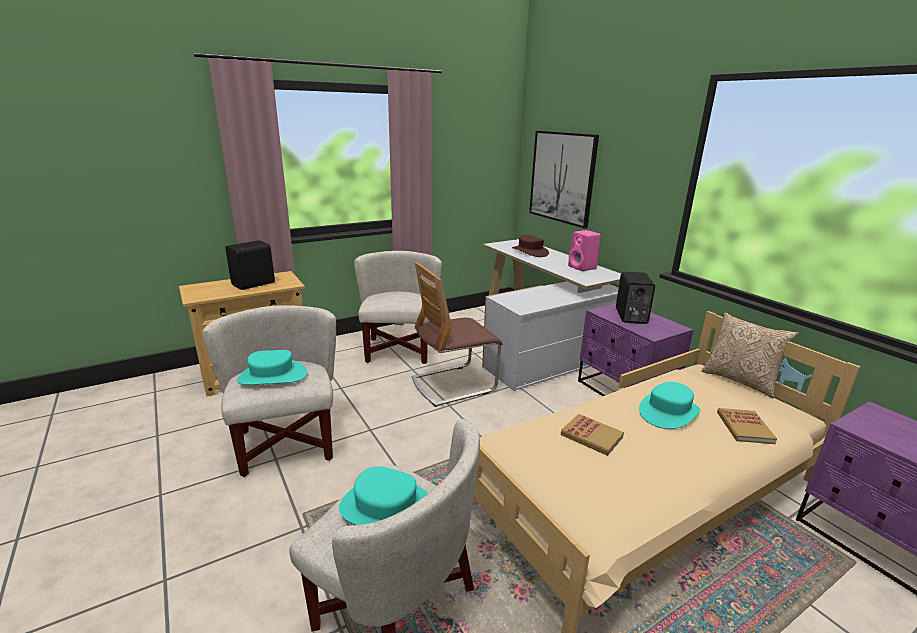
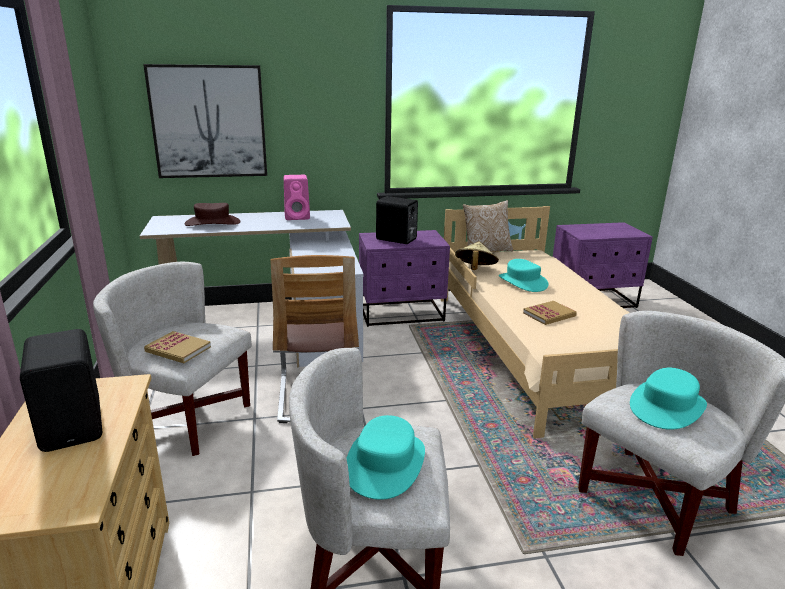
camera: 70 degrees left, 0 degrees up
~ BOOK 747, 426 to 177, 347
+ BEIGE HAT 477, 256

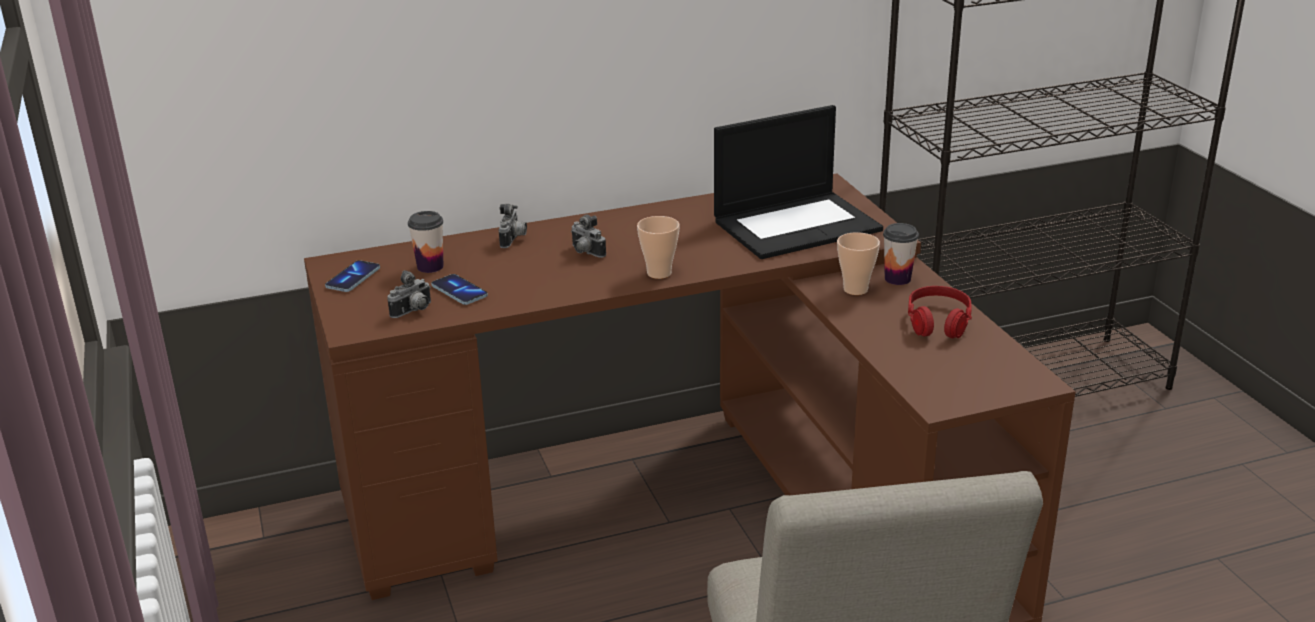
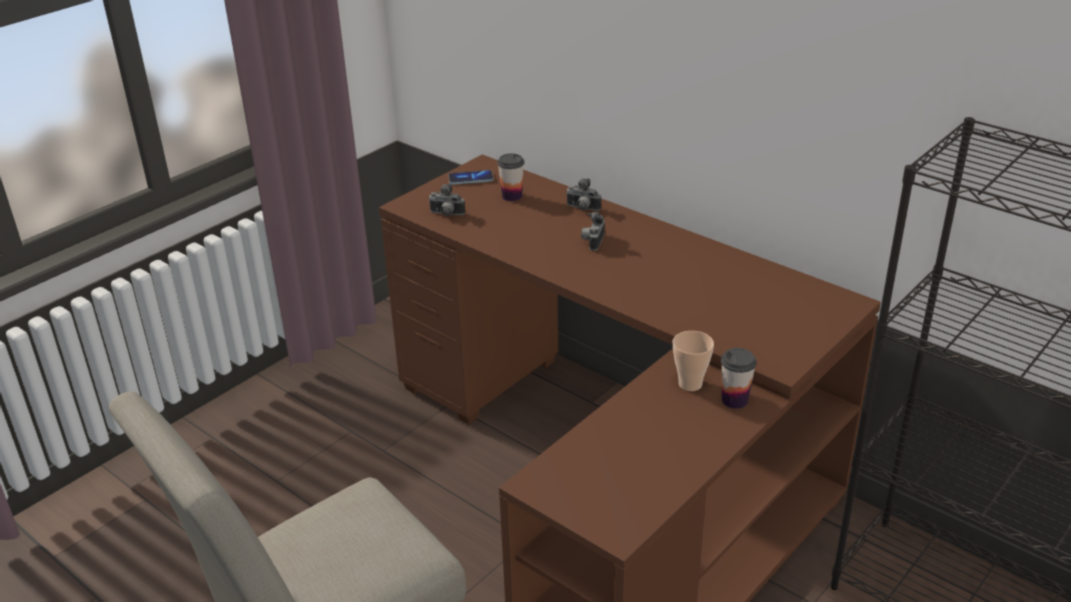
camera: 60 degrees right, 5 degrees up
- PHONE 459, 289
~ PHOTO CAMERA 513, 226 = 583, 194 45 degrees clockwise
- CUP 658, 247
- LAPTOP 798, 182
- RED HEADPHONES 940, 312

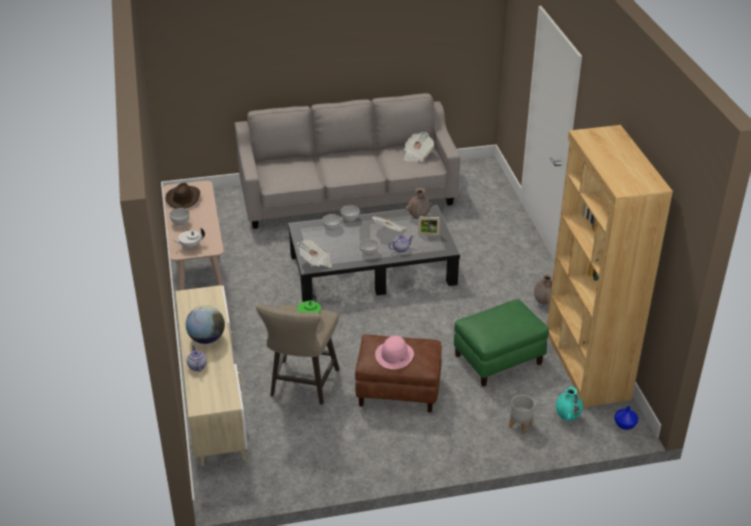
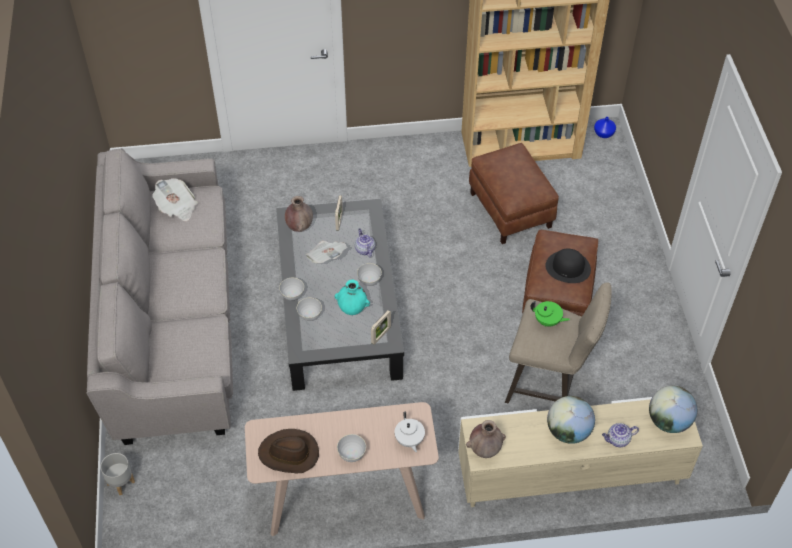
camera: 85 degrees left, 15 degrees up
~ NEWSPAPER 314, 254 to PICTURE FRAME 381, 327
~ PINK HAT 394, 352 to BLACK HAT 568, 265
~ GREEN OTTOMAN 501, 343 to BROWN OTTOMAN 514, 193
~ GREY PLANTER 522, 414 to 117, 474
~ BROWN VASE 543, 289 to 486, 439
~ TURQUOISE VASE 569, 404 to 352, 297
+ GLOBE 673, 409

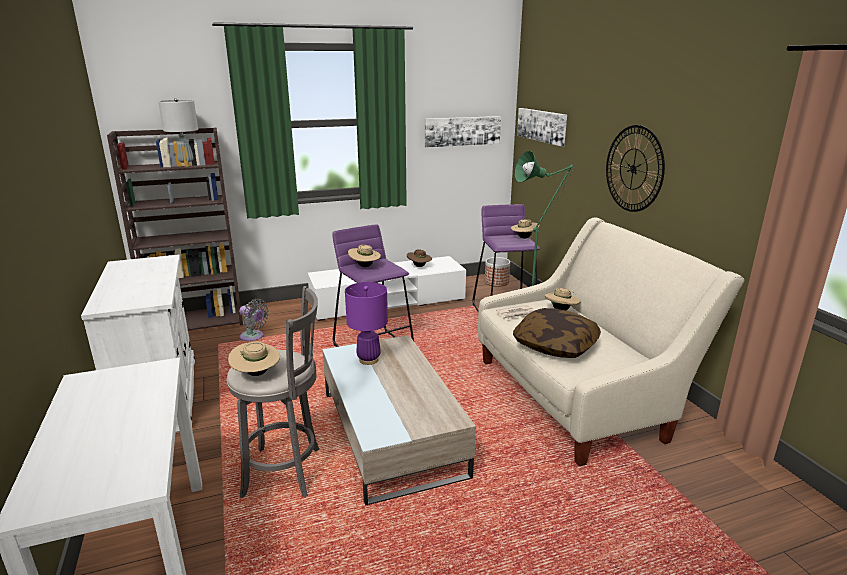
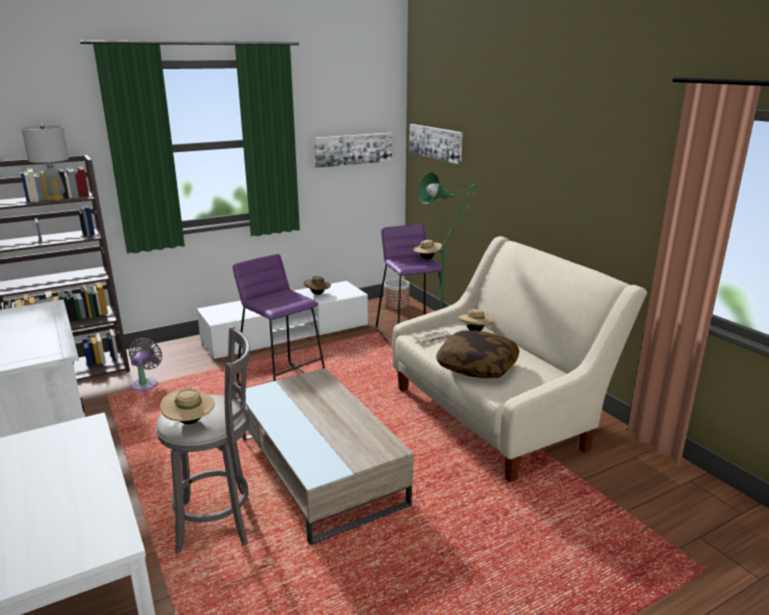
camera: 10 degrees left, 0 degrees up
~ GREY FAN 254, 320 = 145, 364 105 degrees counterclockwise
- PURPLE TABLE LAMP 366, 323
- BEIGE HAT 364, 256
- WALL CLOCK 635, 168

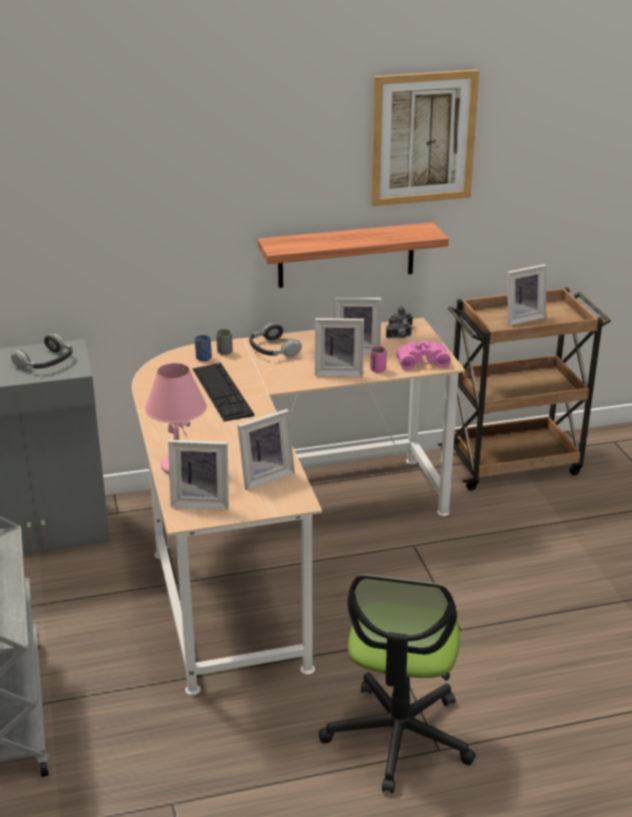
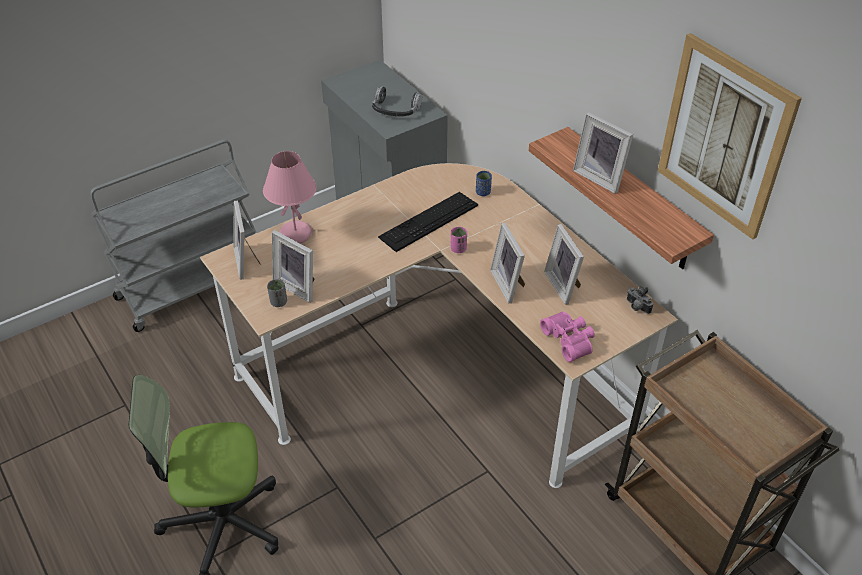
camera: 70 degrees right, 15 degrees up
~ GREY CUP 224, 342 to 277, 293
- HEADPHONES 275, 340
~ PINK CUP 378, 359 to 459, 240
- PHOTO CAMERA 399, 327
~ PICTURE FRAME 527, 295 to 603, 153

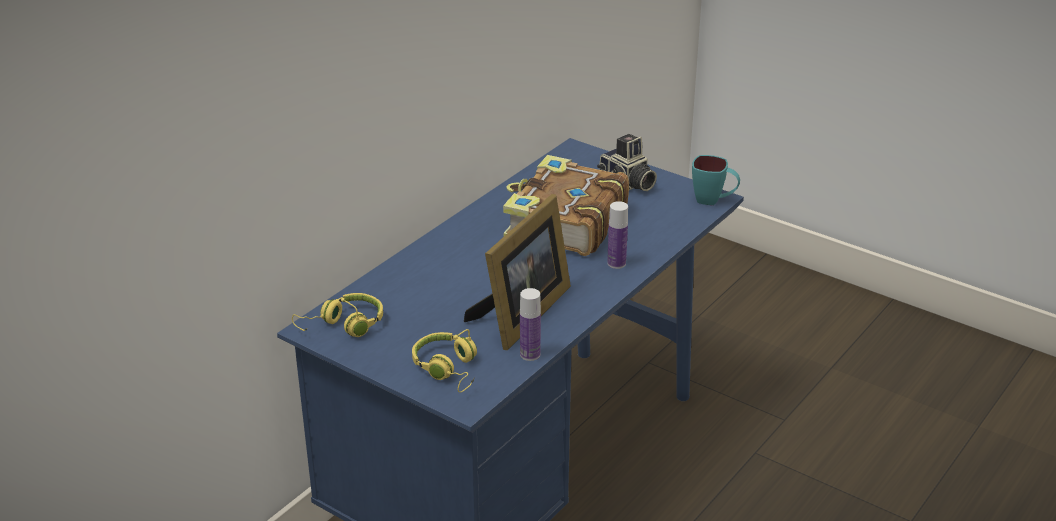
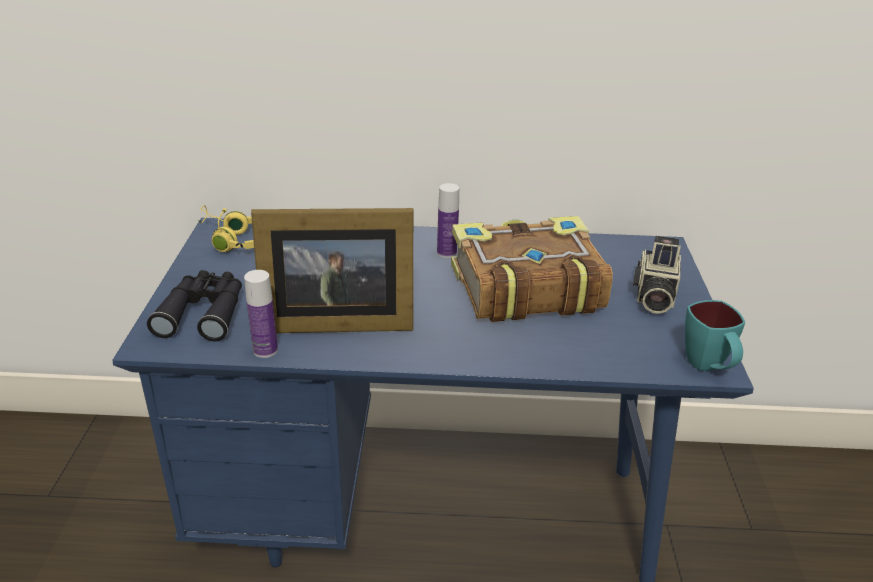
camera: 55 degrees right, 0 degrees up
~ YELLOW HEADPHONES 444, 360 to BLACK BINOCULARS 194, 305
~ BOTTLE 617, 235 to 448, 220

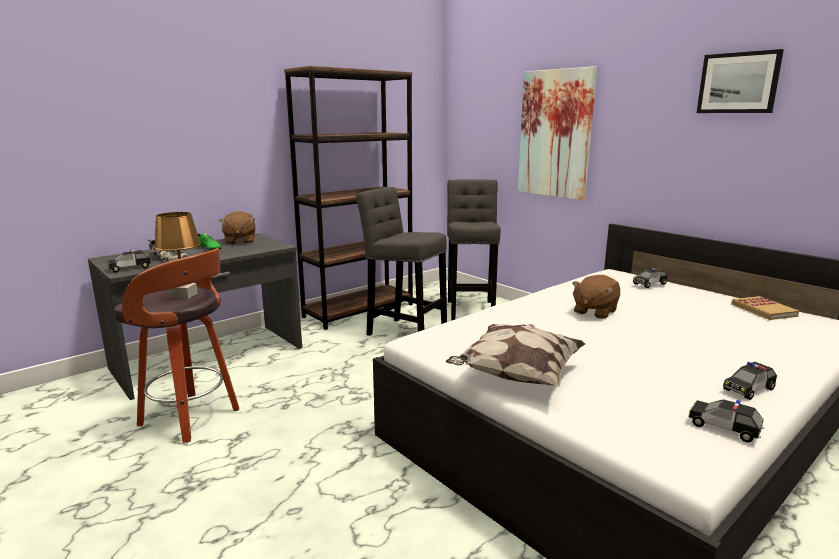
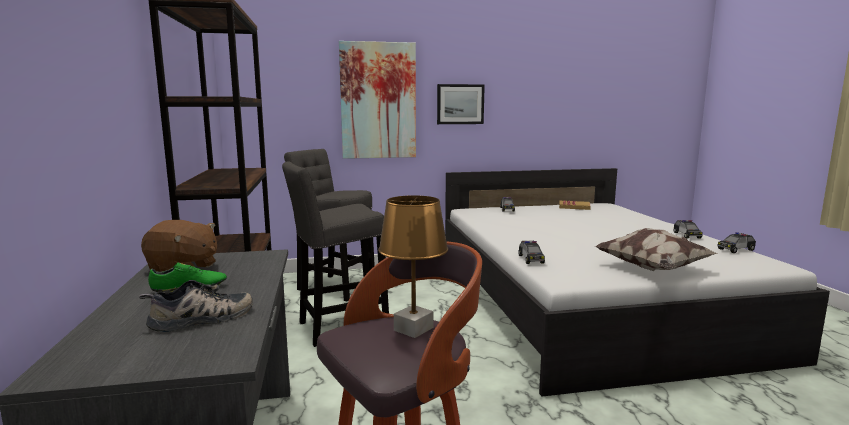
camera: 60 degrees left, 5 degrees down
~ TOY CAR 129, 261 to 531, 252
- BROWN PLUSH TOY 596, 297
~ PICTURE 740, 81 to 461, 104

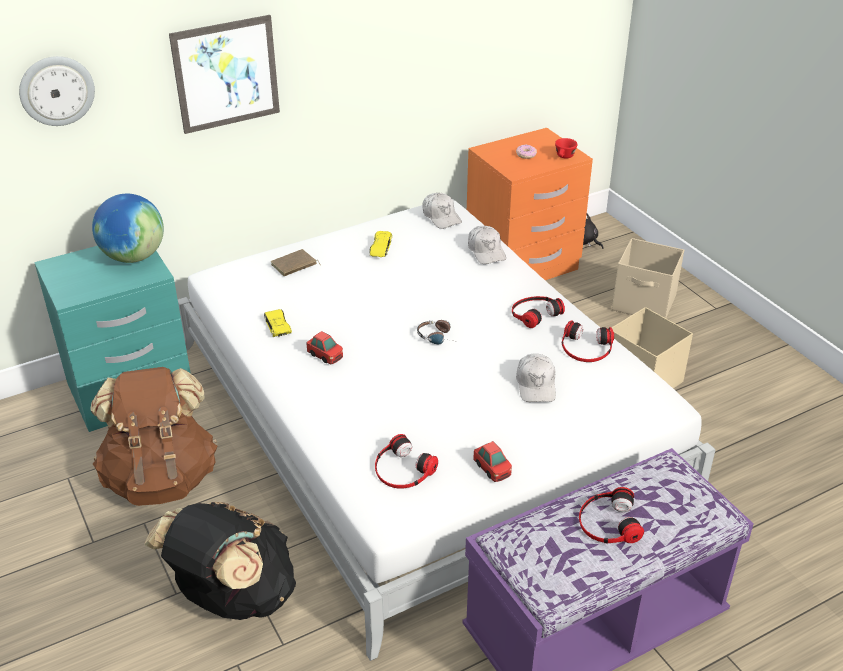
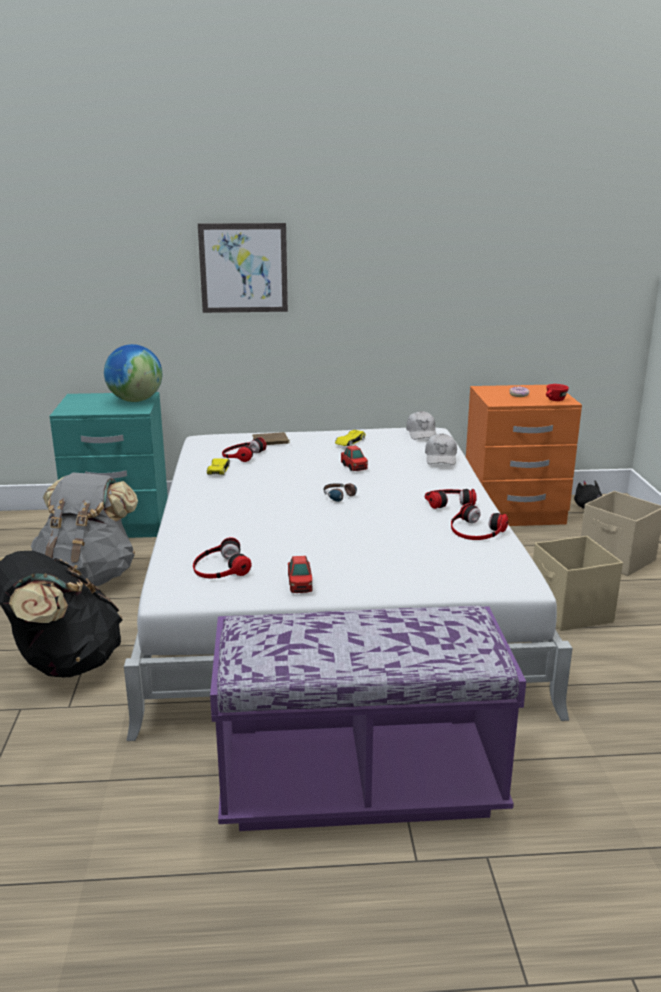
camera: 25 degrees right, 15 degrees down
- WALL CLOCK 57, 91
~ BROWN BACKPACK 153, 436 to GREY BACKPACK 84, 529
~ TOY CAR 324, 347 to 354, 458
- WHITE CAP 536, 377
~ HEADPHONES 611, 515 to 244, 449

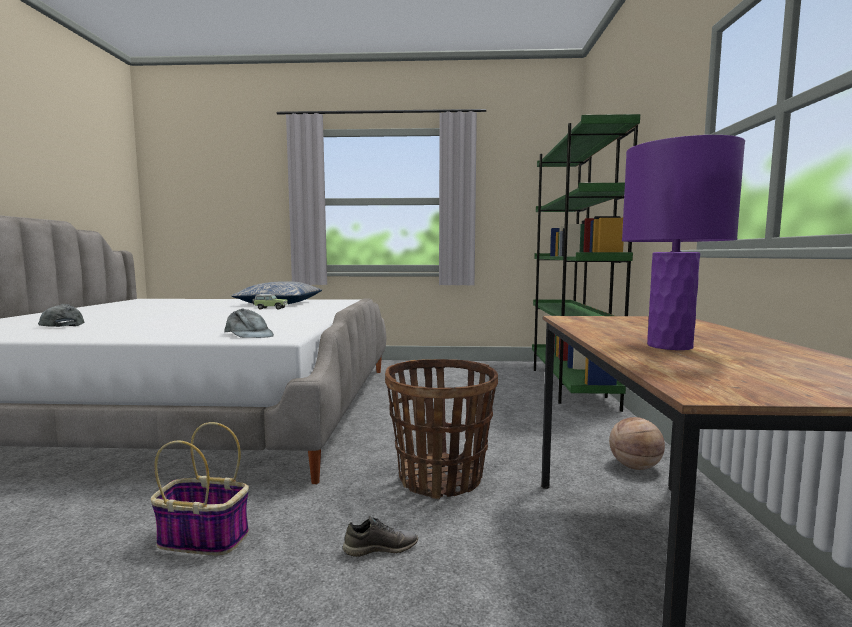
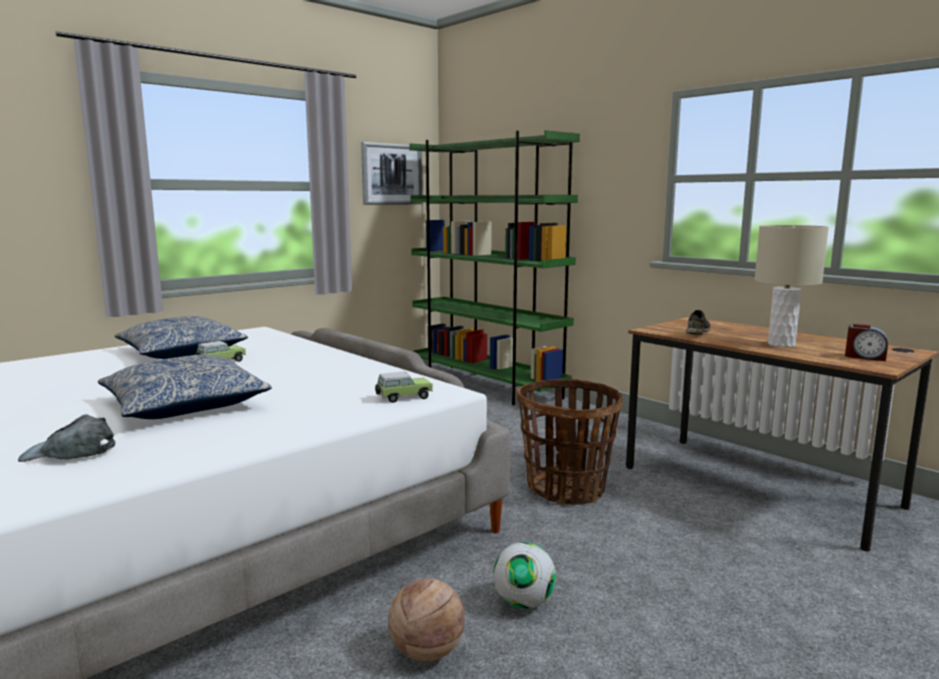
camera: 45 degrees left, 5 degrees up
~ BASKET 200, 488 to FOOTBALL 524, 575
~ GREY CAP 249, 323 to TOY CAR 404, 387
~ GREY SHOE 380, 536 to 698, 322
~ BASKETBALL 637, 443 to 426, 620
~ PURPLE TABLE LAMP 683, 242 to BEIGE TABLE LAMP 791, 286
+ PILLOW 185, 387
+ PICTURE 391, 173
+ ALARM CLOCK 866, 342

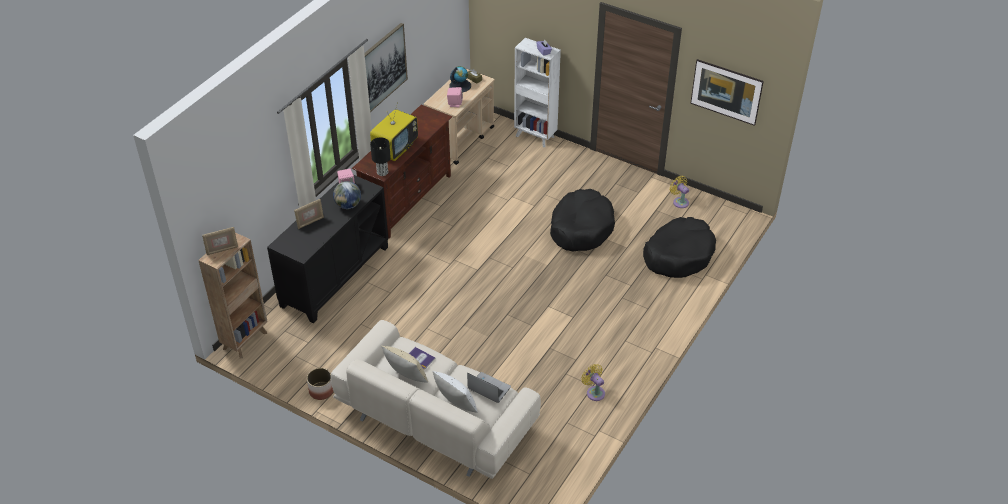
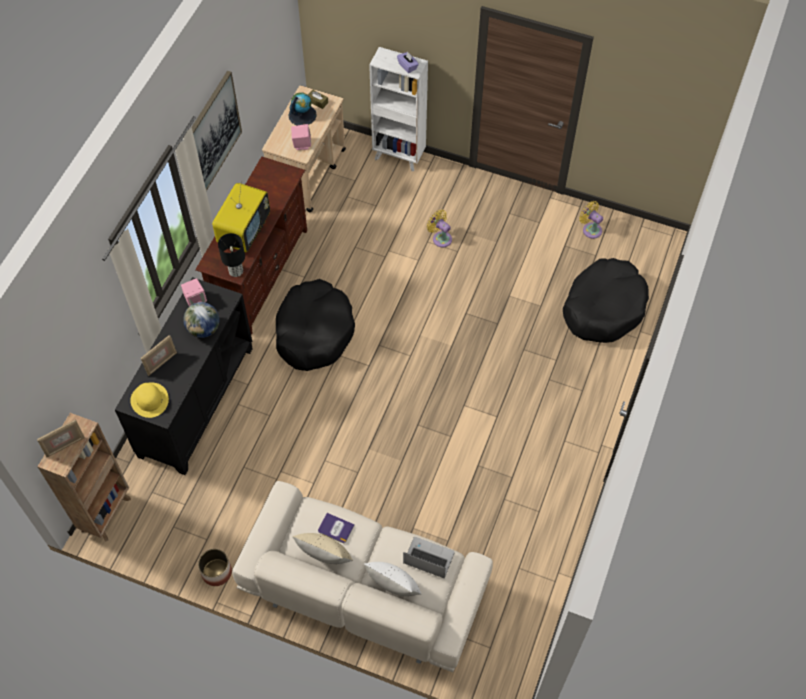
camera: 10 degrees left, 15 degrees up
~ BLACK DOG BED 582, 220 to 315, 325
~ YELLOW FAN 593, 382 to 439, 229
- PICTURE 727, 92
+ YELLOW HAT 149, 400

